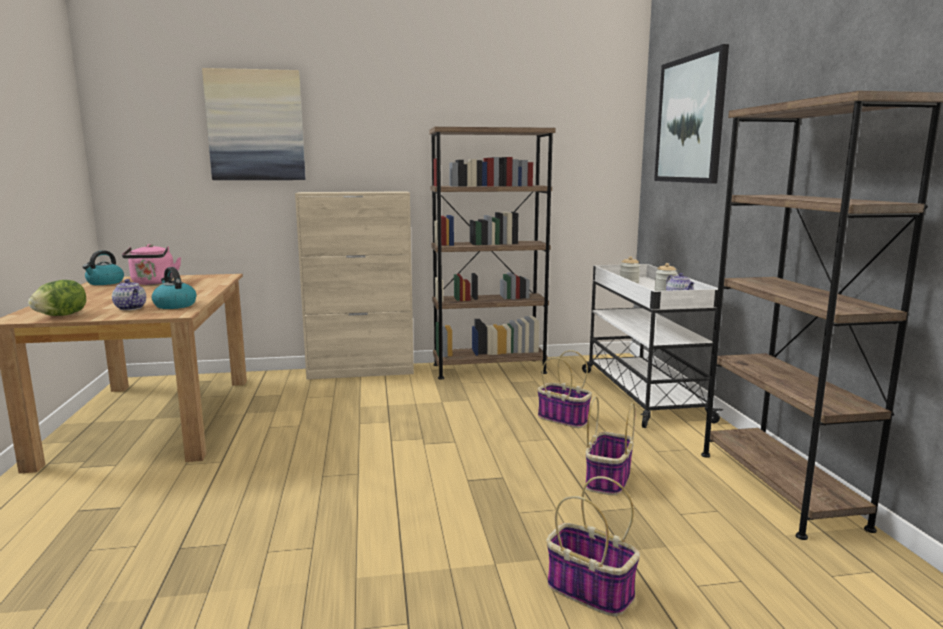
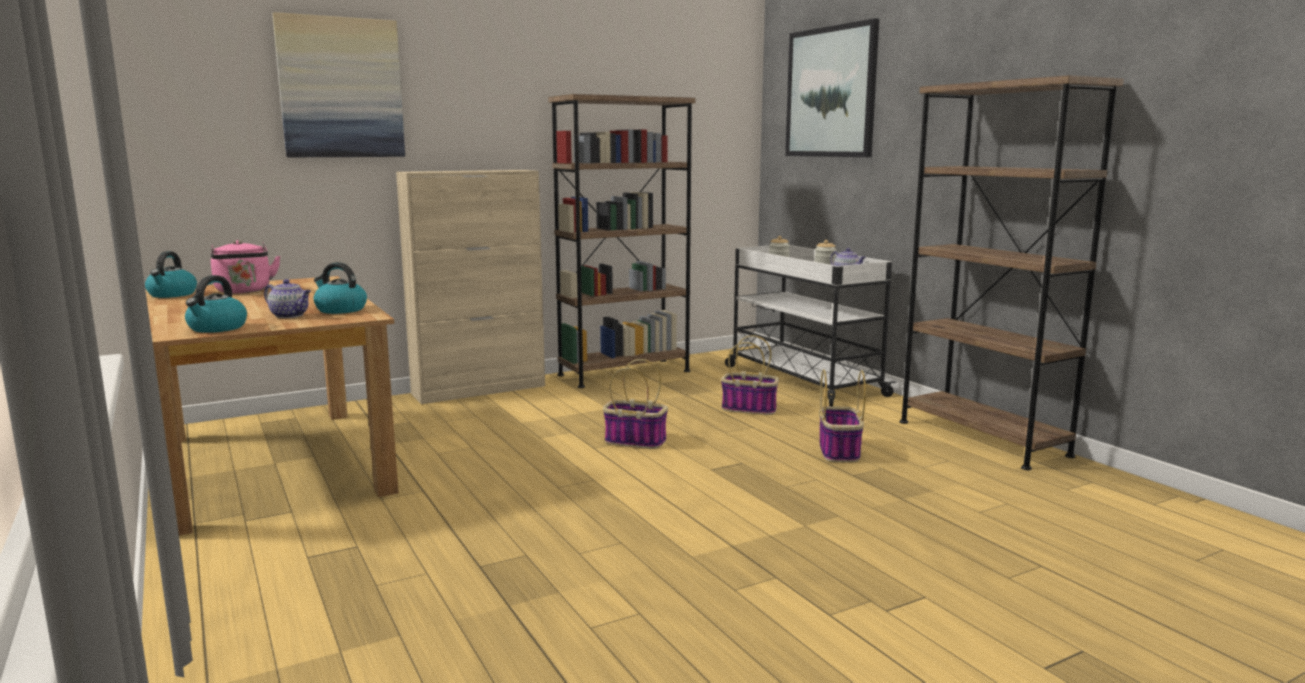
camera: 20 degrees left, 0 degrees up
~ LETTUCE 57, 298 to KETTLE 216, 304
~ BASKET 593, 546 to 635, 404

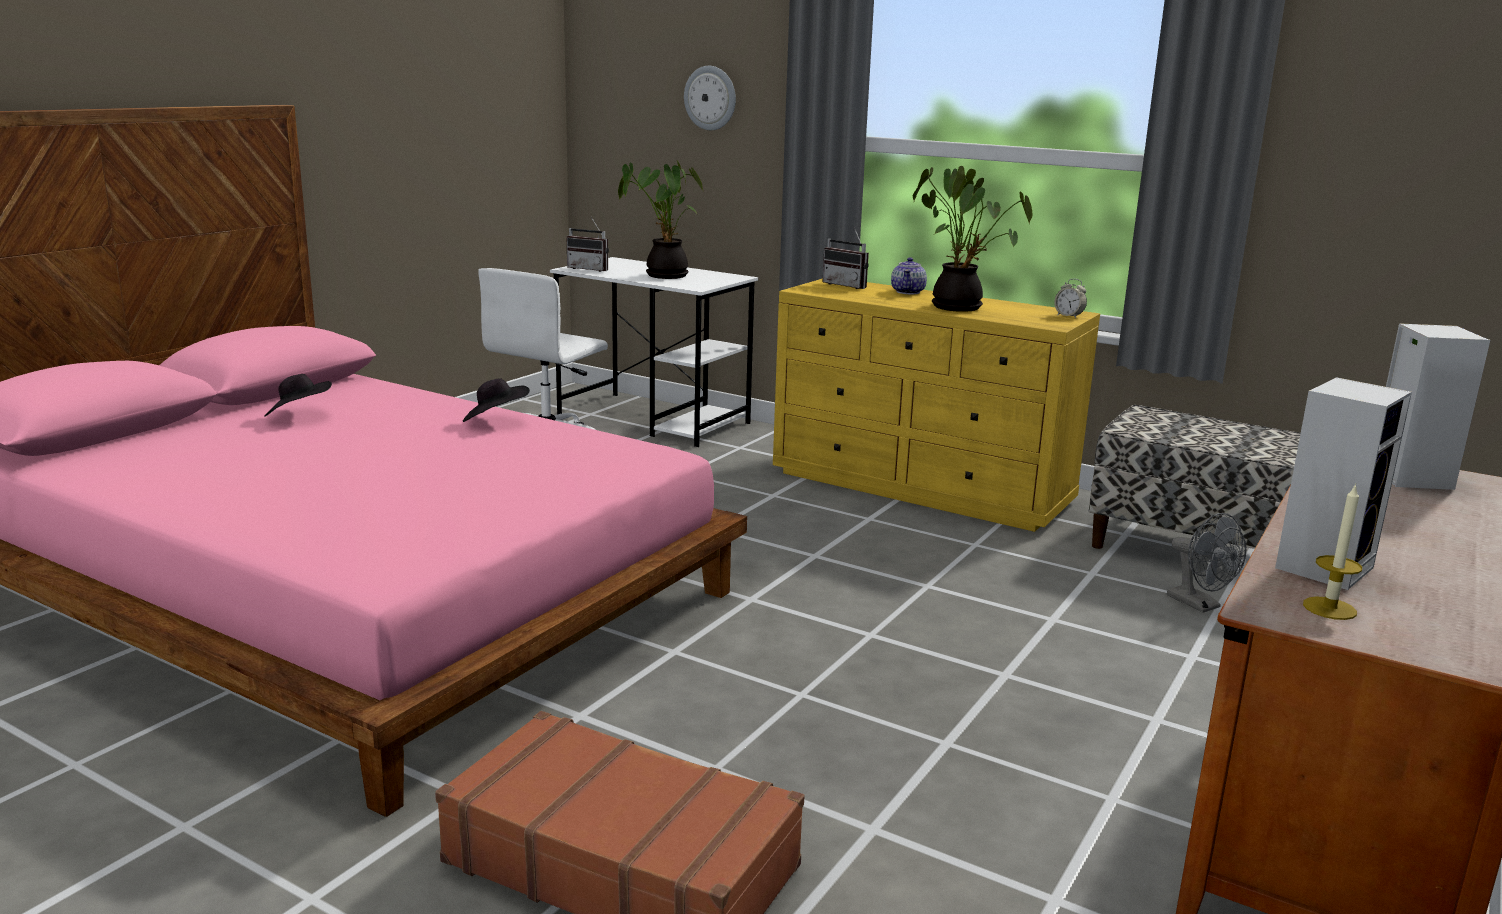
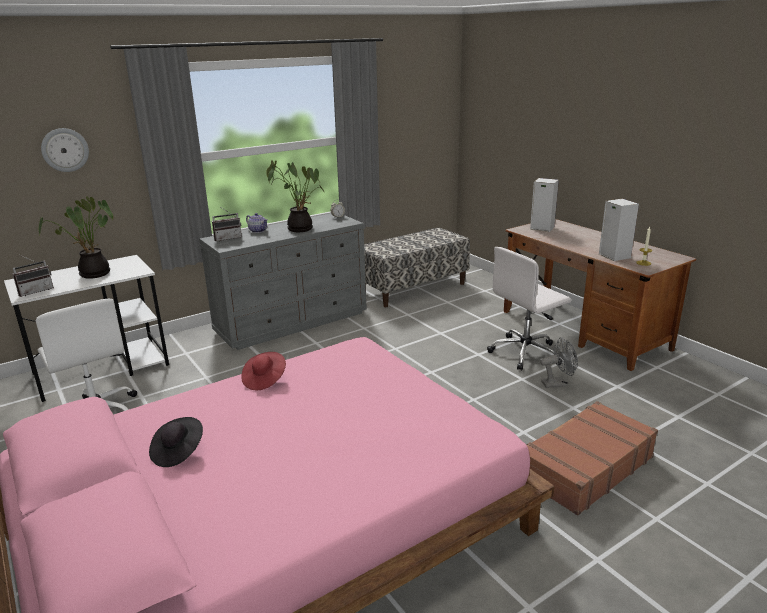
camera: 65 degrees left, 5 degrees up
~ BLACK HAT 496, 400 to RED HAT 263, 371
~ YELLOW DRESSER 936, 405 to GREY DRESSER 283, 281
~ GREY FAN 1206, 563 to 559, 362
+ WHITE OFFICE CHAIR 529, 308

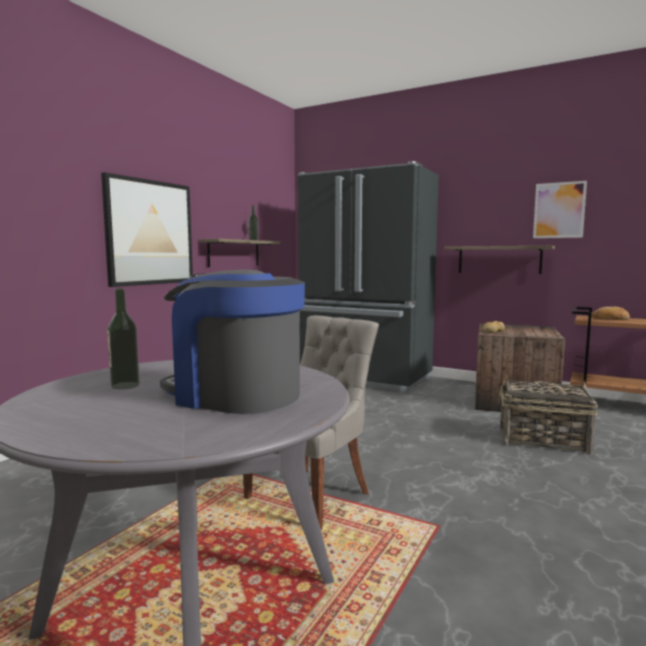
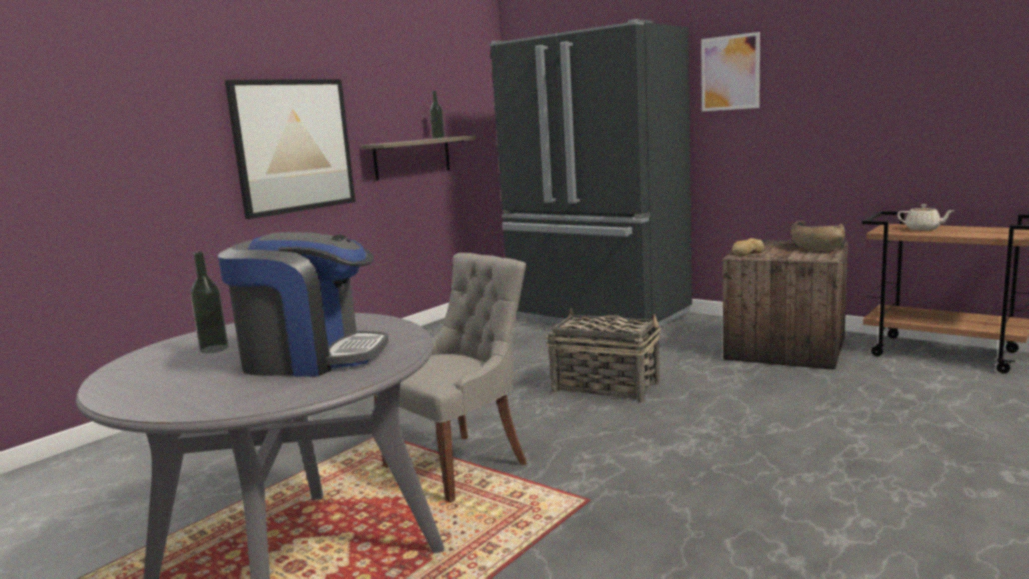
camera: 10 degrees right, 5 degrees up
~ COFFEE MACHINE 232, 342 = 303, 304 150 degrees clockwise
- SHELF 499, 260
~ BASKET 548, 415 to 603, 355
~ PICTURE 560, 209 to 730, 71
~ BREAD 611, 313 to BEIGE TEAPOT 926, 217
+ BROWN BOWL 818, 236

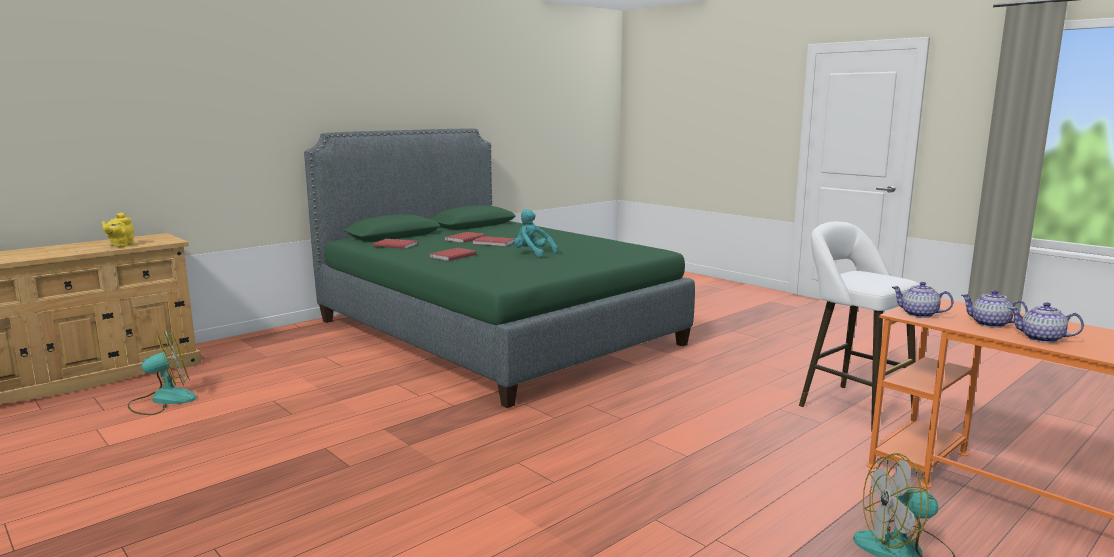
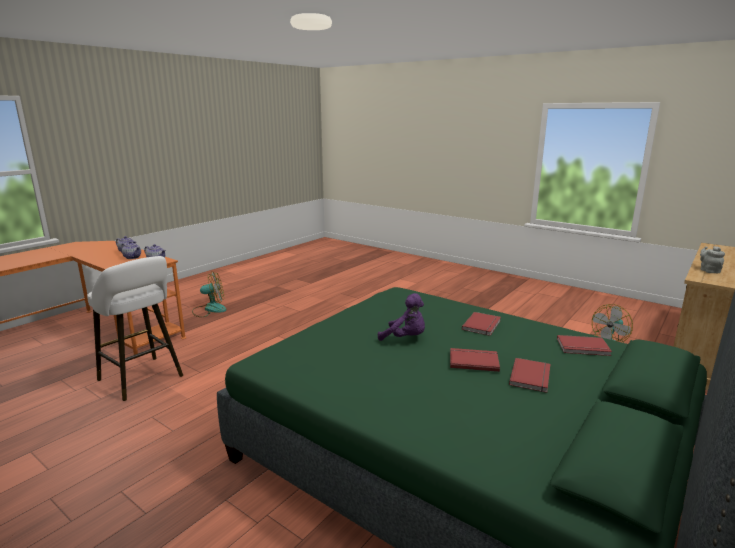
camera: 170 degrees right, 5 degrees up
~ YELLOW TEAPOT 118, 229 to GREY TEAPOT 712, 259
~ TURQUOISE PLUSH TOY 536, 233 to PURPLE PLUSH TOY 401, 317

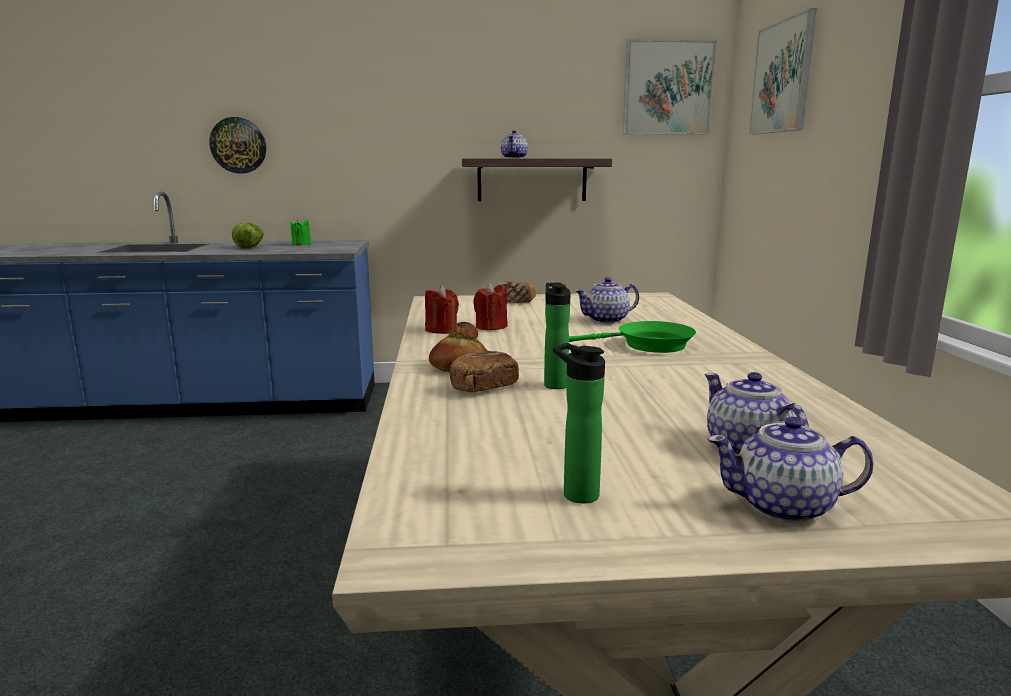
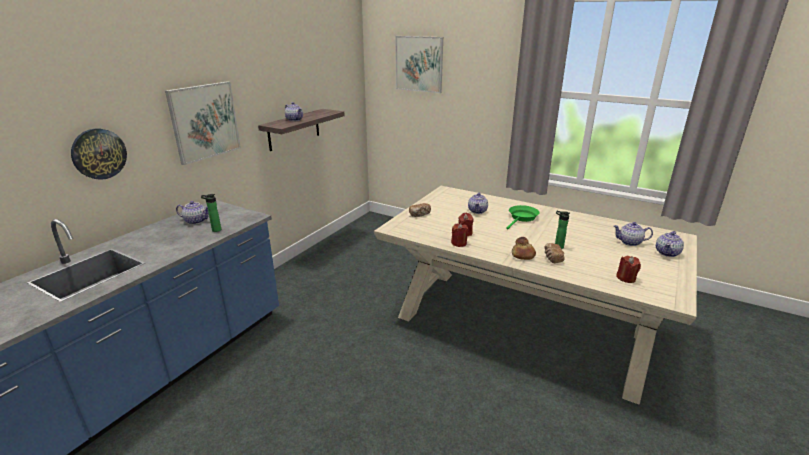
camera: 55 degrees left, 10 degrees up
- LETTUCE 247, 235
~ GREEN CANDLE 300, 231 to TEAPOT 192, 213
~ BOTTLE 579, 423 to 211, 213
~ PICTURE 670, 87 to 203, 123
+ RED CANDLE 628, 269

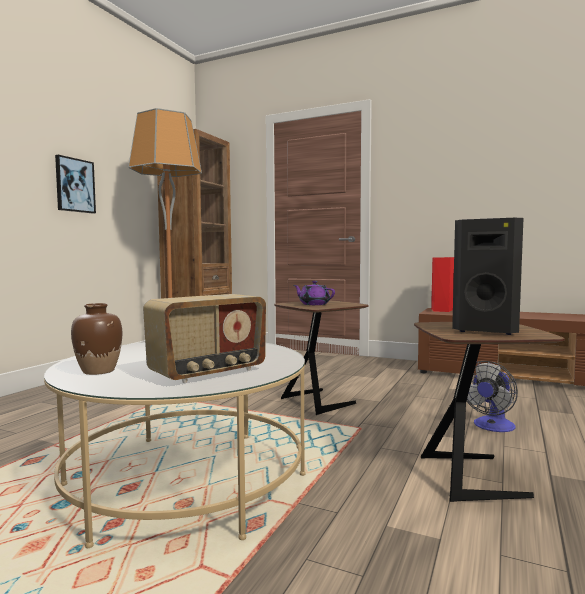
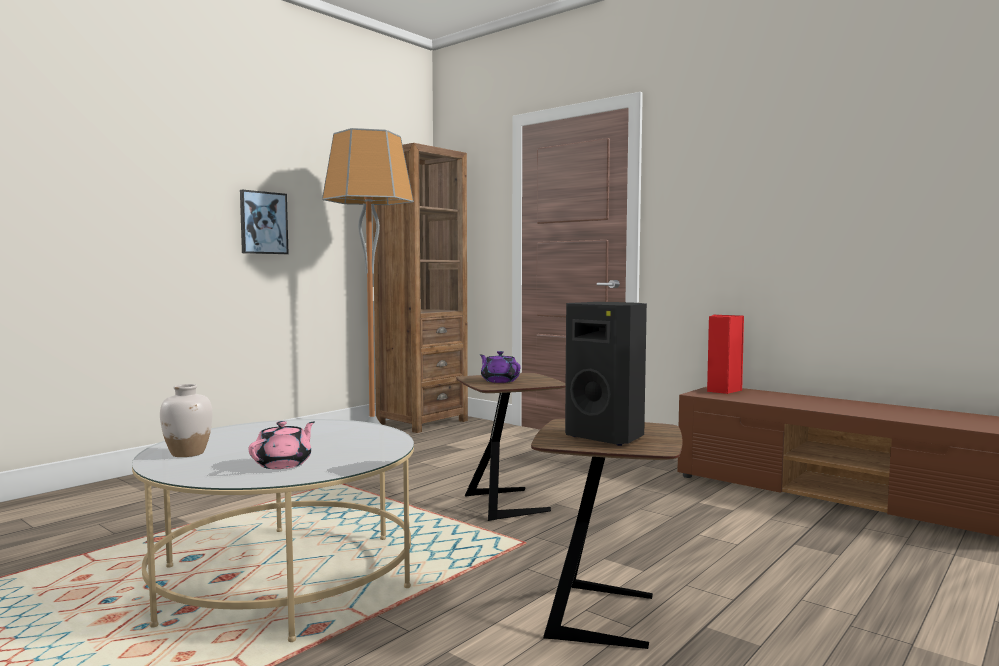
camera: 15 degrees right, 0 degrees up
~ BROWN VASE 96, 339 to WHITE VASE 186, 420
~ RADIO 204, 338 to PINK TEAPOT 282, 445
- FAN 492, 396

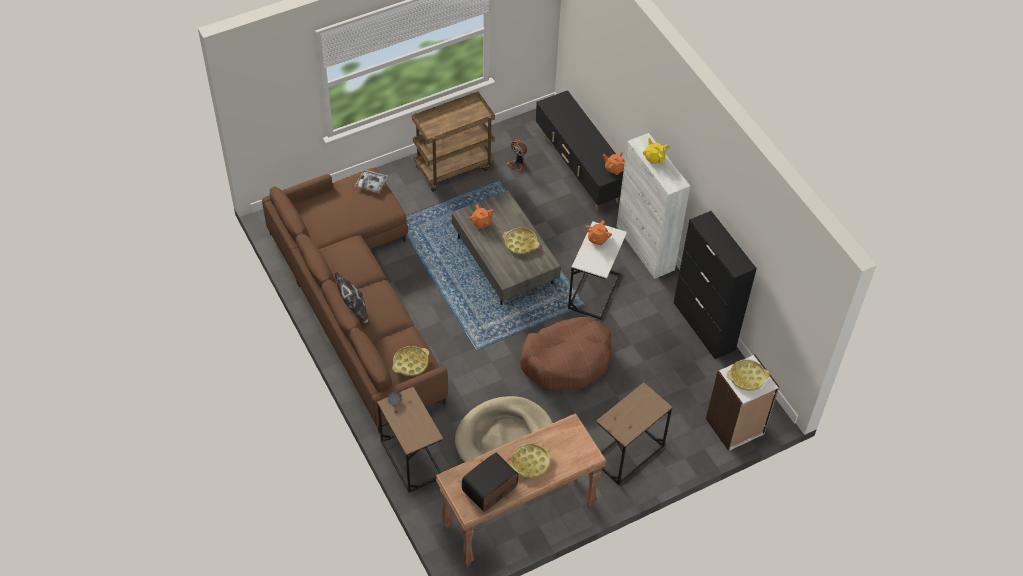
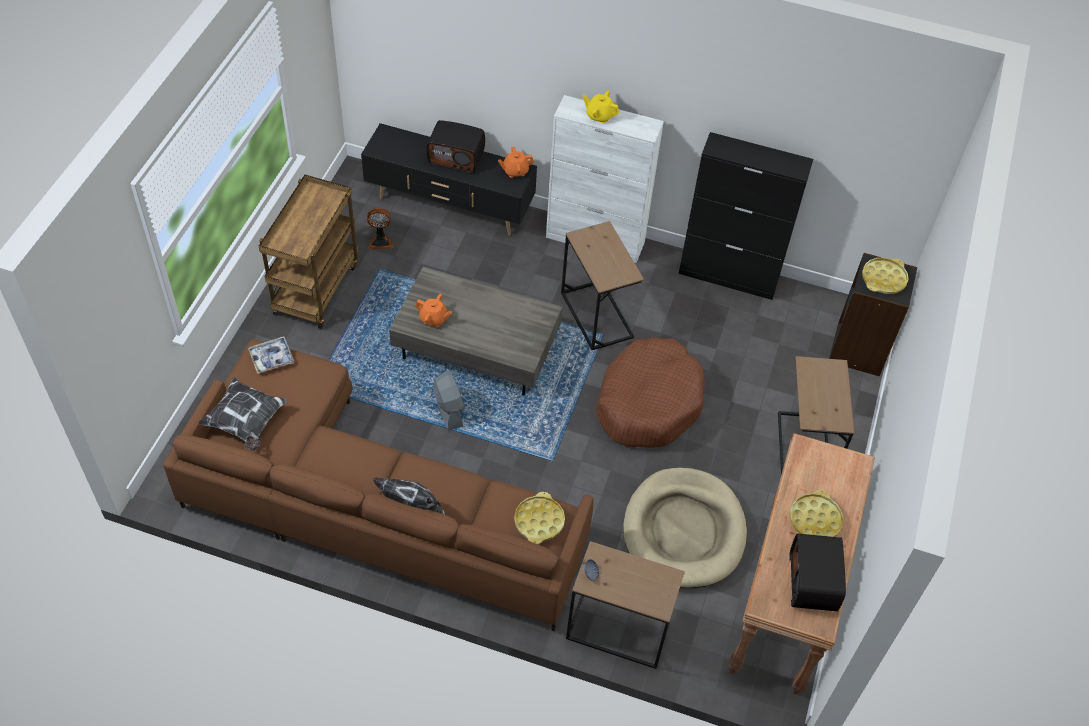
camera: 45 degrees left, 0 degrees up
- YELLOW TRAY 520, 241
~ WHITE SIDE TABLE 597, 270 to BROWN SIDE TABLE 602, 285
- ORANGE TEAPOT 599, 232
~ WHITE BOOKCASE 742, 402 to BLACK BOOKCASE 873, 314
+ PILLOW 243, 414
+ RADIO 455, 147
+ GREY FAN 449, 401

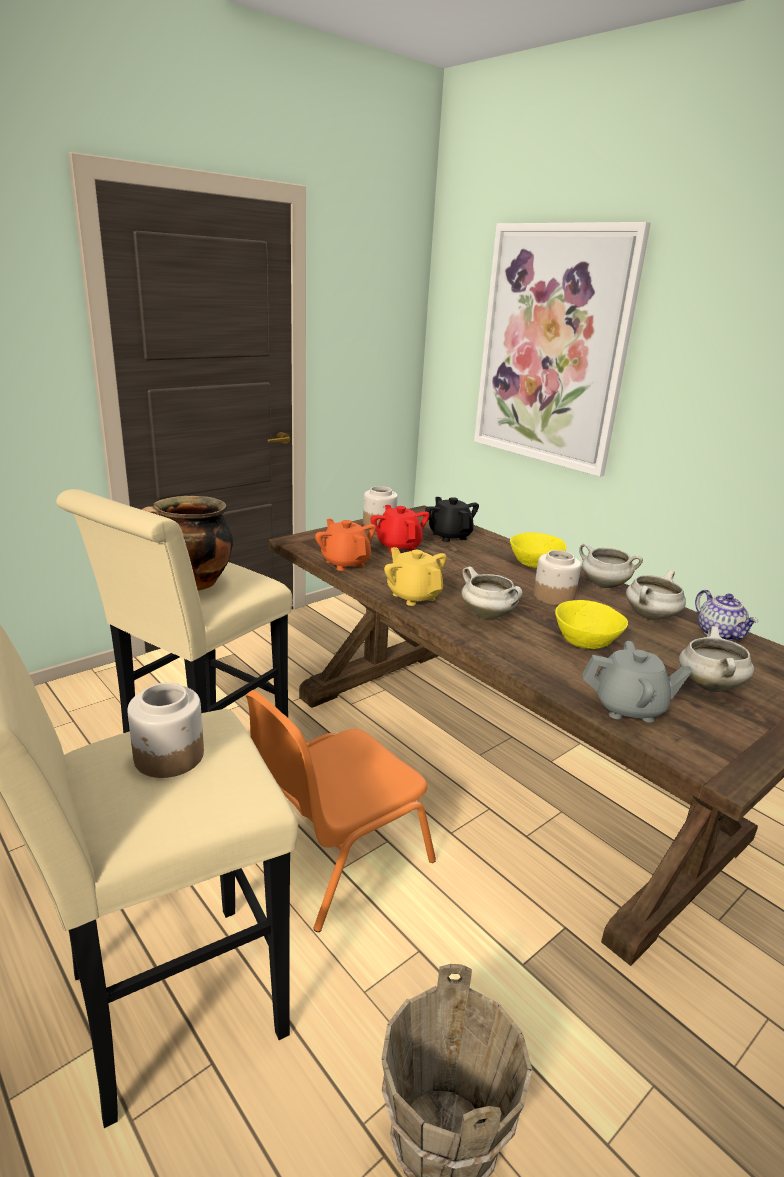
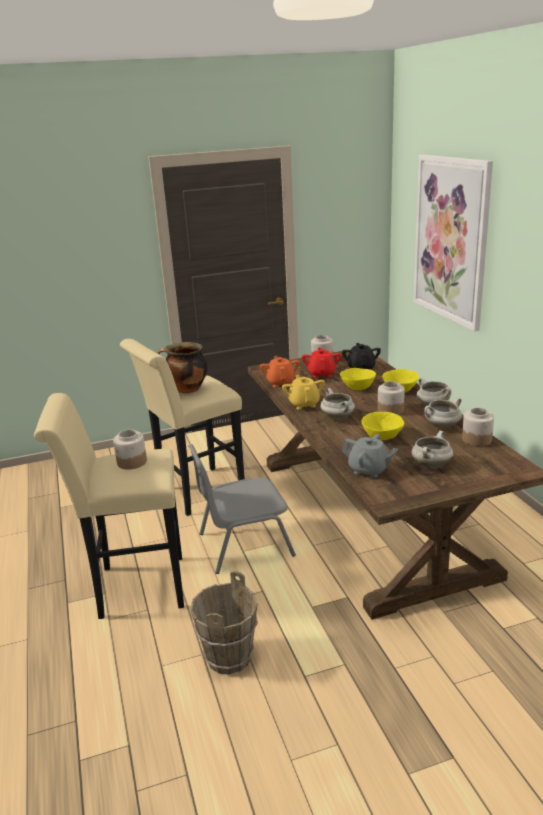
camera: 25 degrees right, 0 degrees up
~ ORANGE CHAIR 341, 811 to GREY CHAIR 242, 509
~ TEAPOT 726, 615 to JAR 478, 427
+ YELLOW BOWL 358, 379

